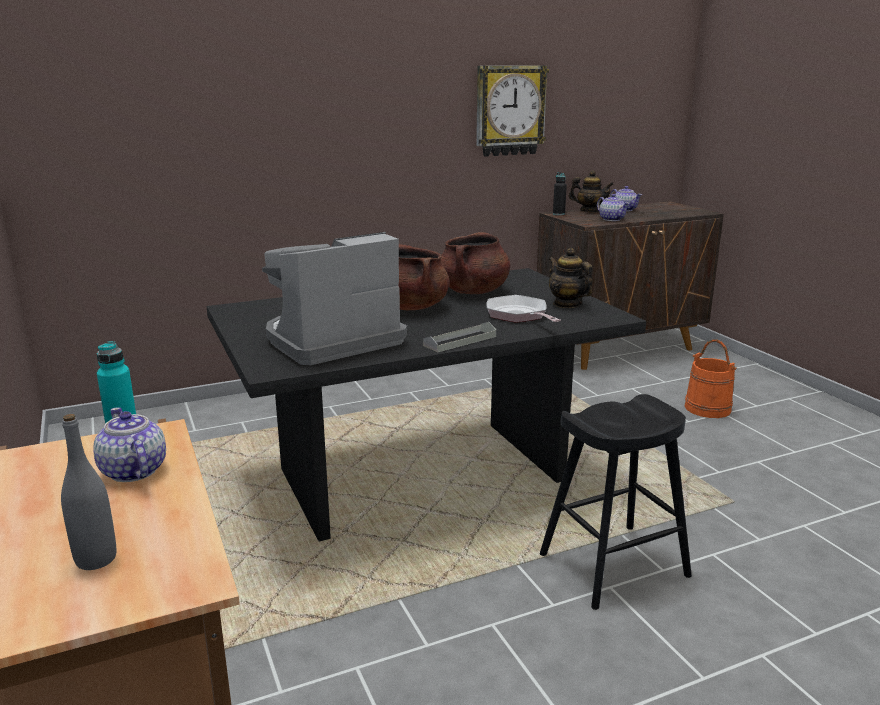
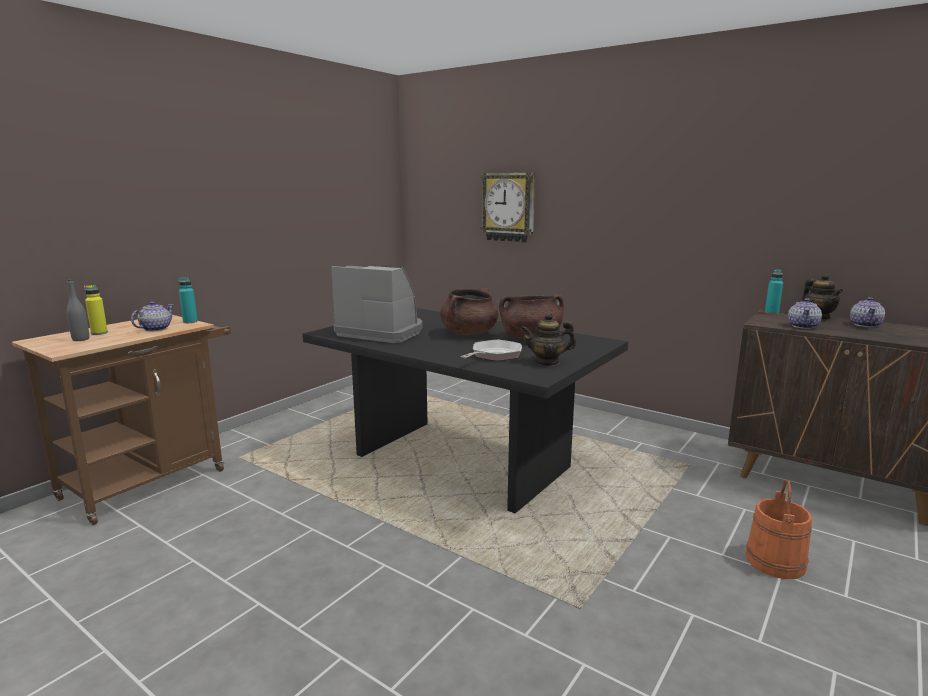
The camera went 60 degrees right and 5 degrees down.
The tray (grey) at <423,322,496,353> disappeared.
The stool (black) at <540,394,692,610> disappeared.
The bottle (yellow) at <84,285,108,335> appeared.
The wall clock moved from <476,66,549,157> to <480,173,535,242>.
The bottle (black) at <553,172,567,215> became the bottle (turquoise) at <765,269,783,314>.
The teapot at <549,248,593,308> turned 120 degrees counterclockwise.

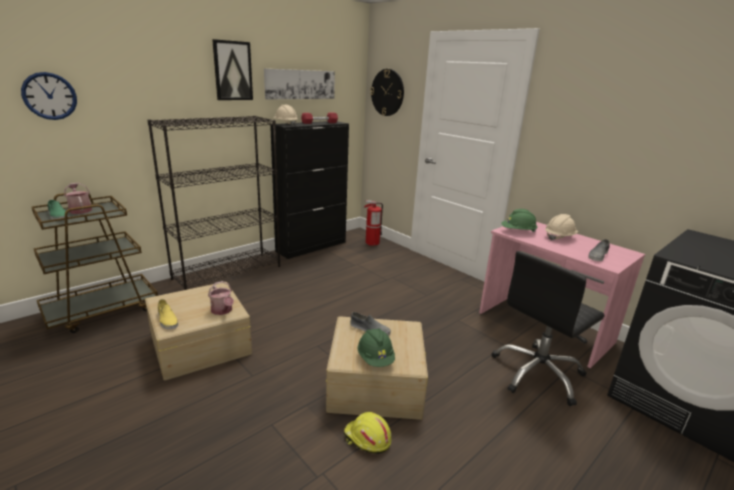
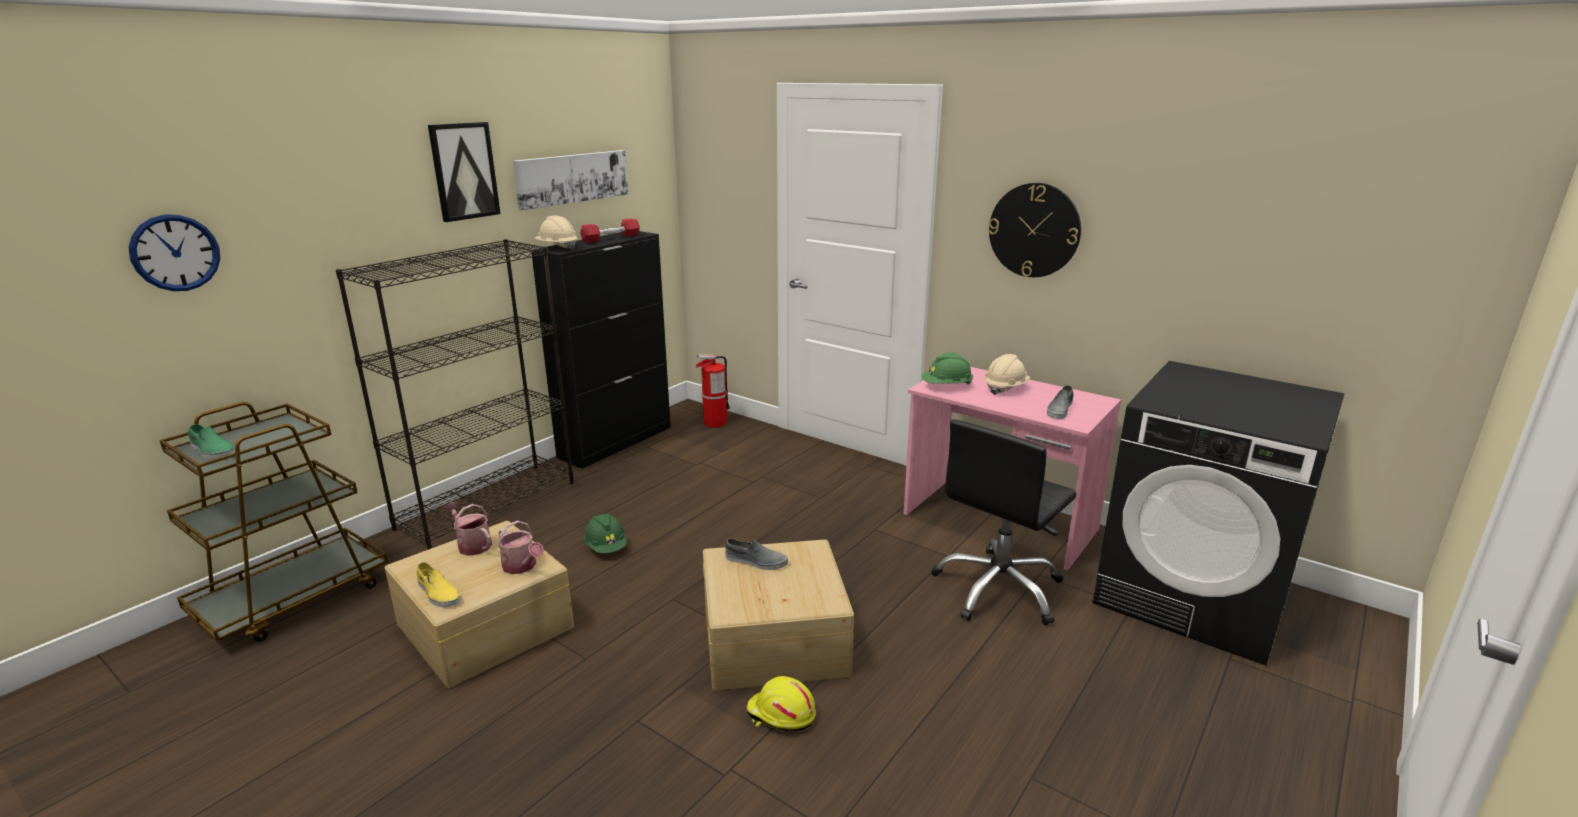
The camera went 10 degrees left and 0 degrees up.
The watering can moved from <64,183,92,214> to <443,502,492,556>.
The hard hat (green) moved from <358,328,395,367> to <584,513,626,553>.
The wall clock moved from <370,69,404,116> to <988,183,1081,277>.

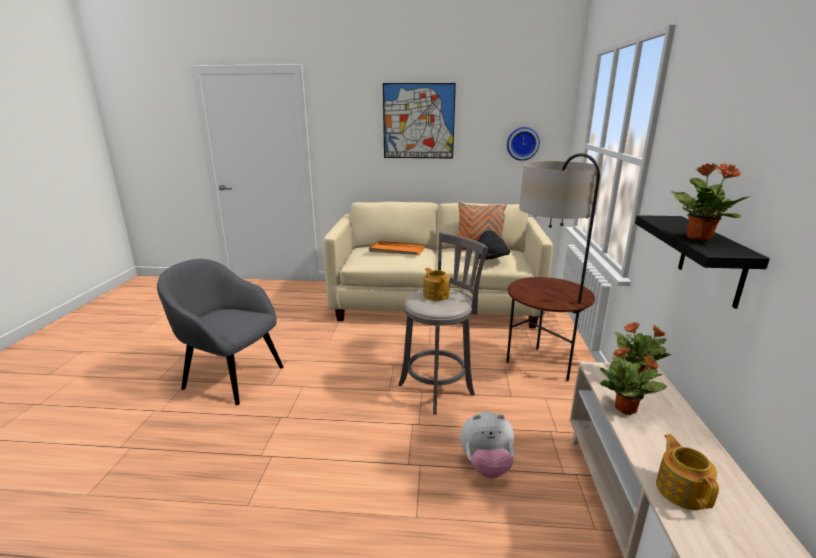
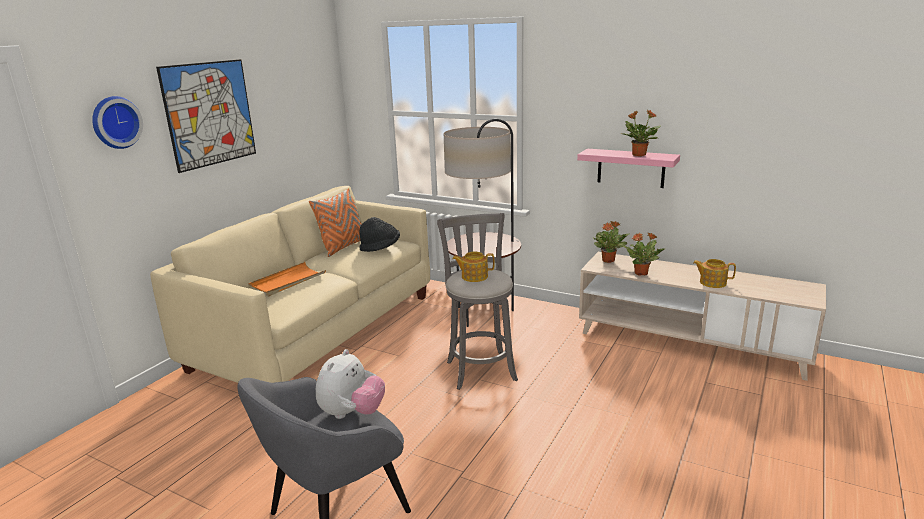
The camera went 65 degrees left and 0 degrees up.
The plush toy moved from <460,412,515,478> to <316,349,385,419>.
The wall clock moved from <507,127,540,161> to <92,96,143,149>.
The shelf (black) at <635,215,770,309> became the shelf (pink) at <577,149,680,188>.

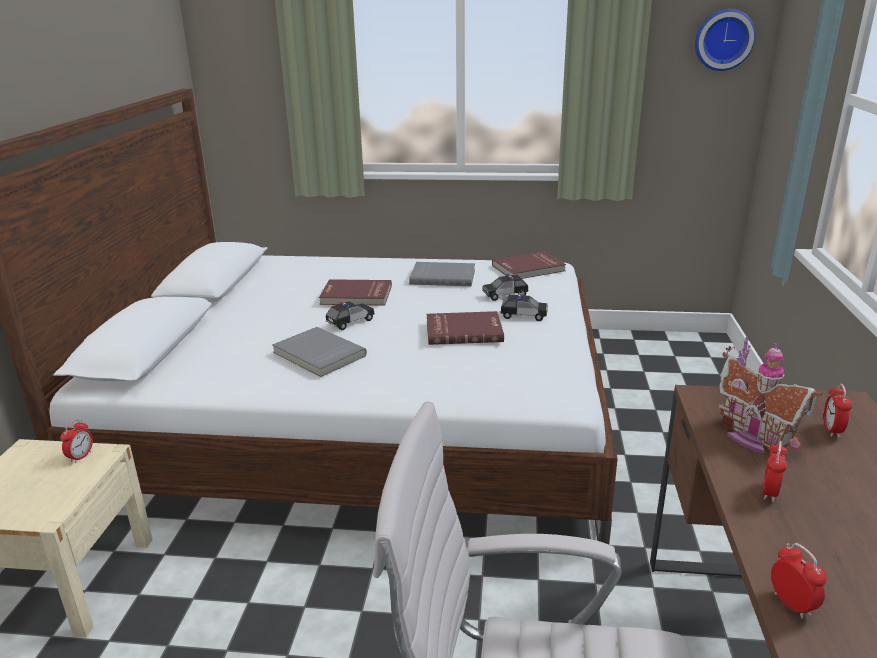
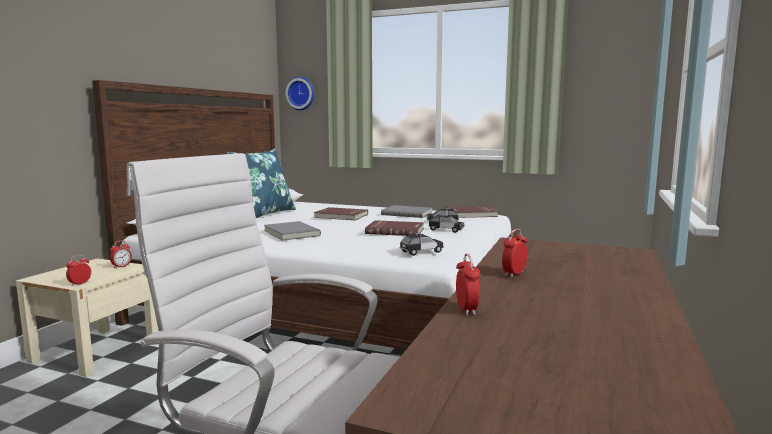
The camera went 15 degrees right and 15 degrees down.
The toy house at <718,337,822,454> disappeared.
The pillow (blue) at <227,149,296,218> appeared.
The toy car moved from <326,301,375,330> to <400,232,443,256>.
The wall clock moved from <695,9,756,71> to <286,77,315,110>.
The alarm clock moved from <824,383,852,438> to <66,255,91,286>.

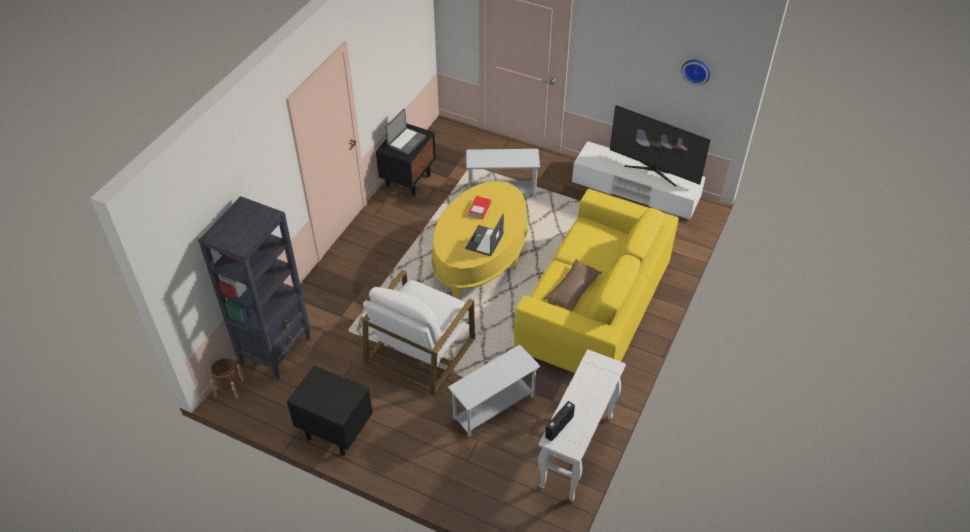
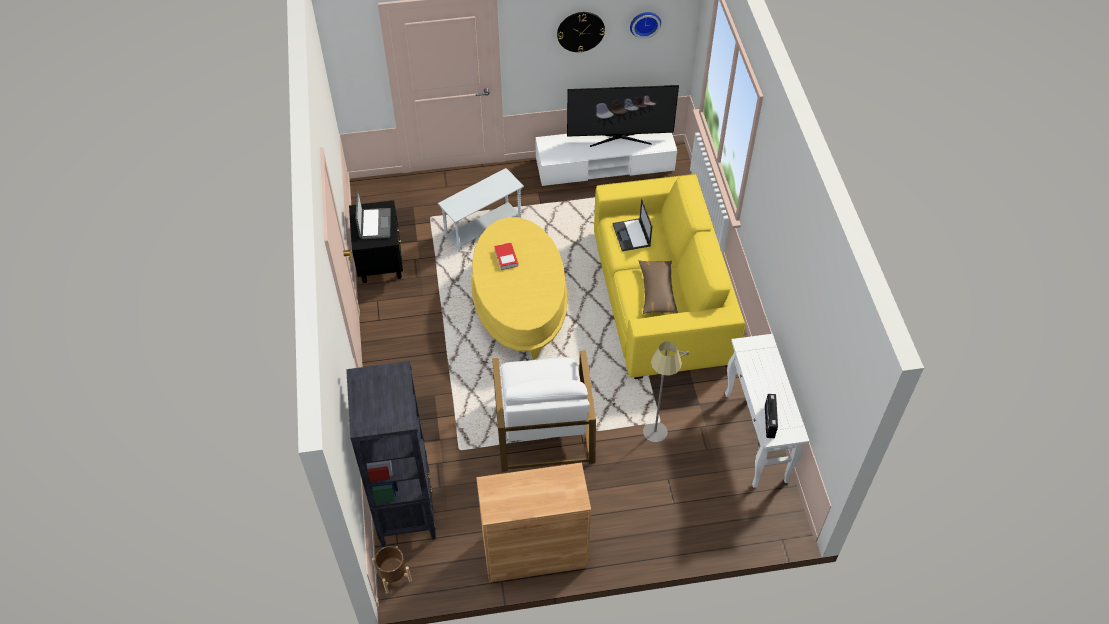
The camera went 35 degrees left and 5 degrees up.
The wall clock at <557,12,605,53> appeared.
The laptop moved from <465,213,504,256> to <612,199,652,251>.
The nightstand (black) at <287,365,373,456> was replaced by the cabinet (brown) at <476,463,591,583>.
The side table (white) at <448,345,540,437> was replaced by the floor lamp (grey) at <643,341,689,443>.

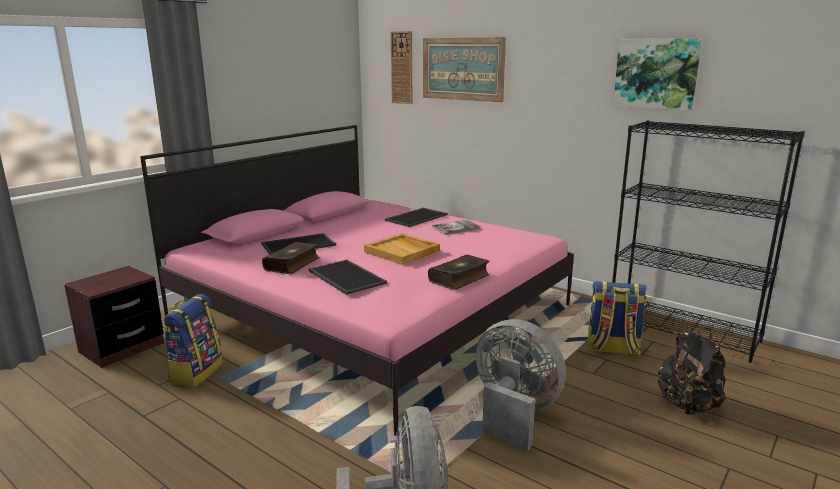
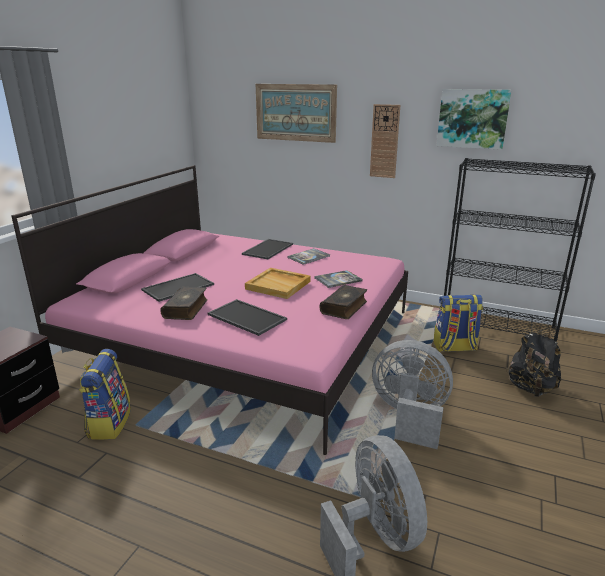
The camera went 15 degrees left and 5 degrees up.
The book at <314,270,363,288> appeared.
The wall clock moved from <391,31,413,104> to <370,104,400,178>.

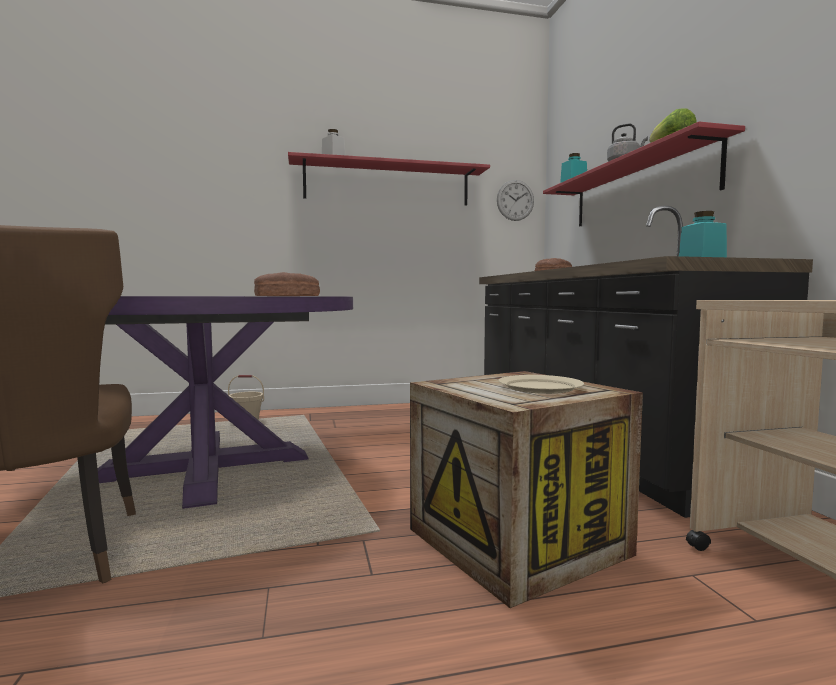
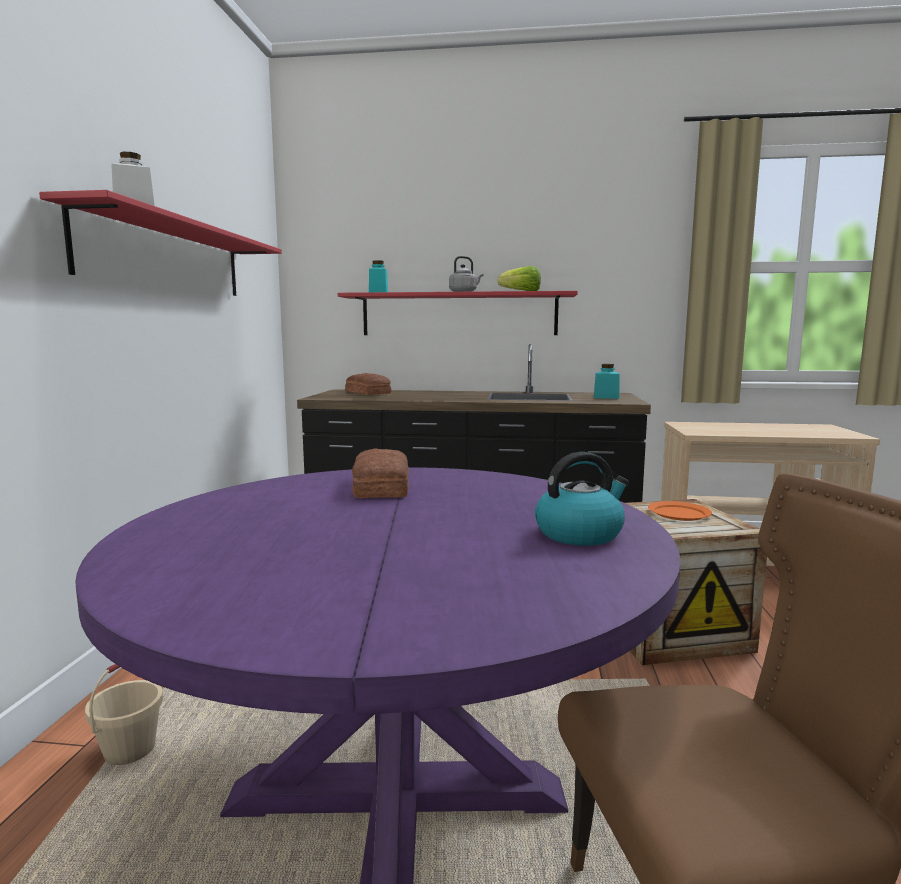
The camera went 70 degrees left and 5 degrees up.
The wall clock at <497,180,534,221> disappeared.
The kettle at <535,452,629,546> appeared.
The plate (beige) at <498,375,584,394> became the plate (orange) at <648,501,712,521>.

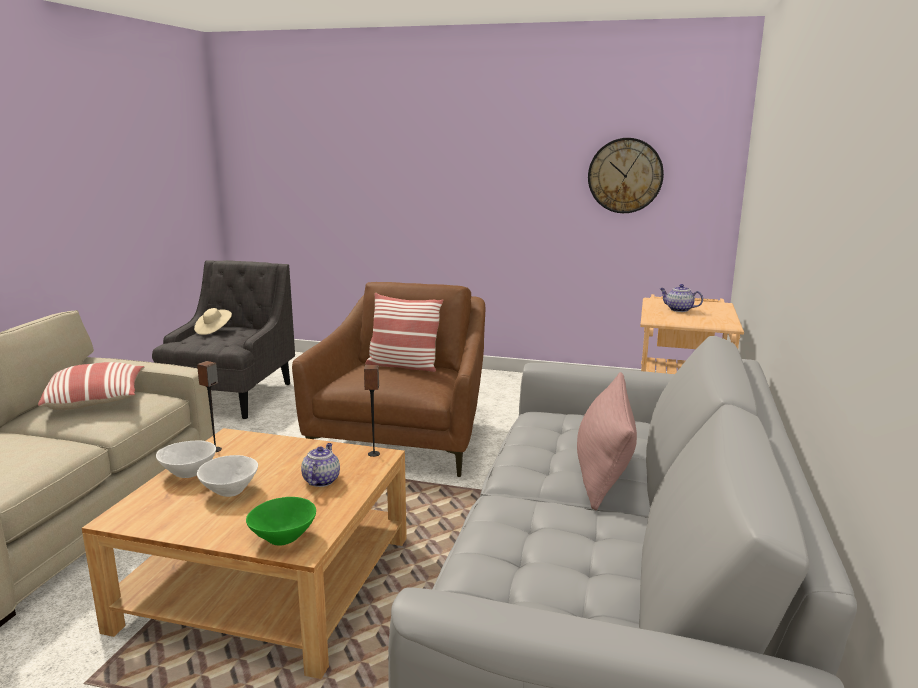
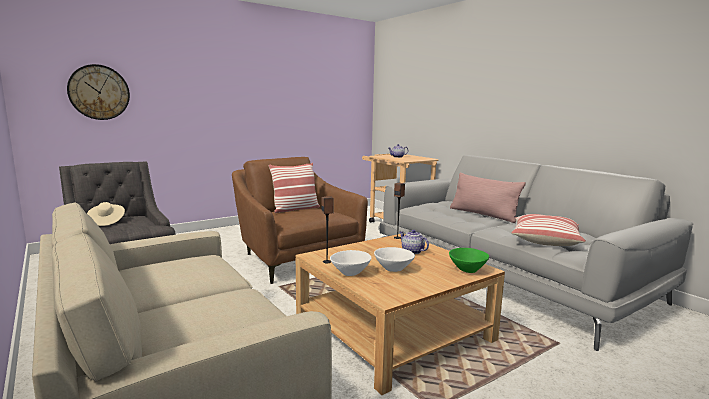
The camera went 50 degrees left and 5 degrees down.
The pillow moved from <38,362,144,410> to <511,214,586,246>.
The wall clock moved from <588,138,664,213> to <67,64,130,120>.

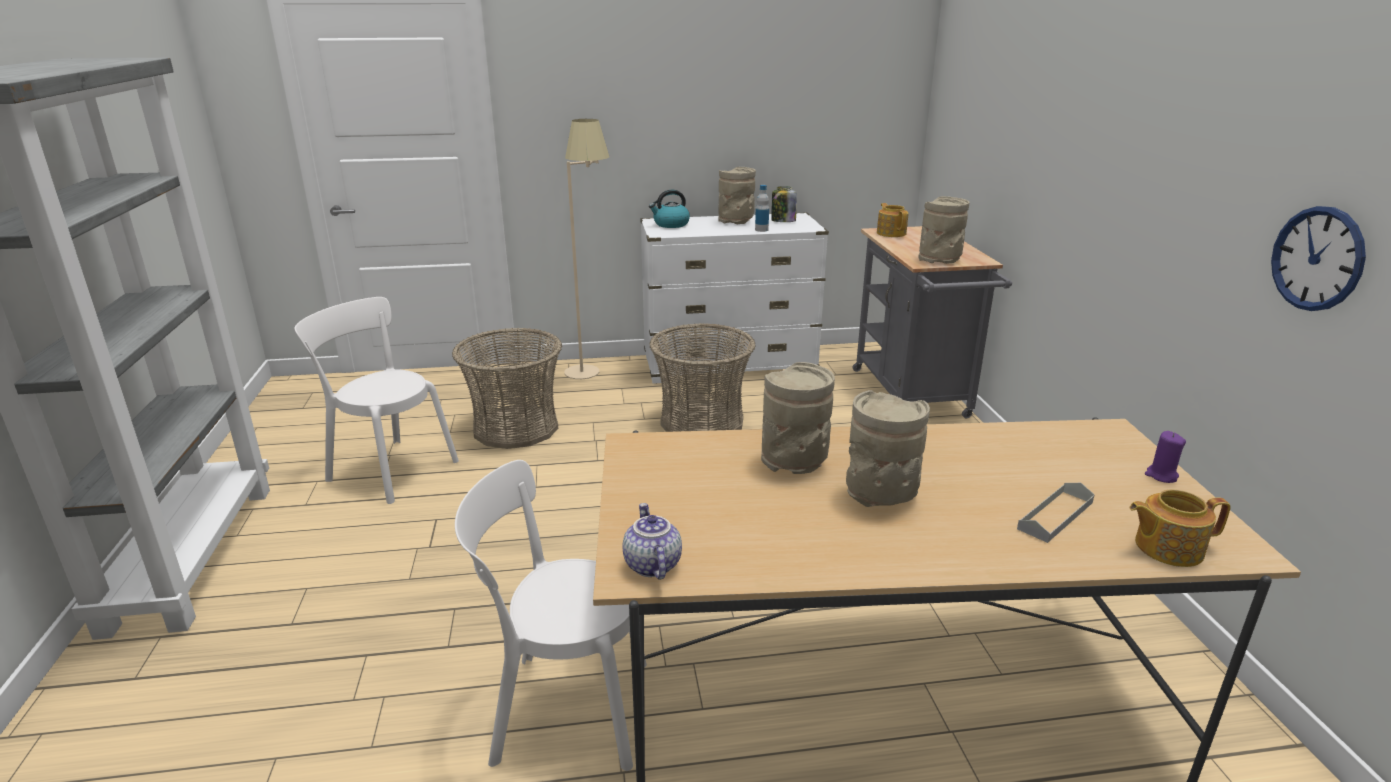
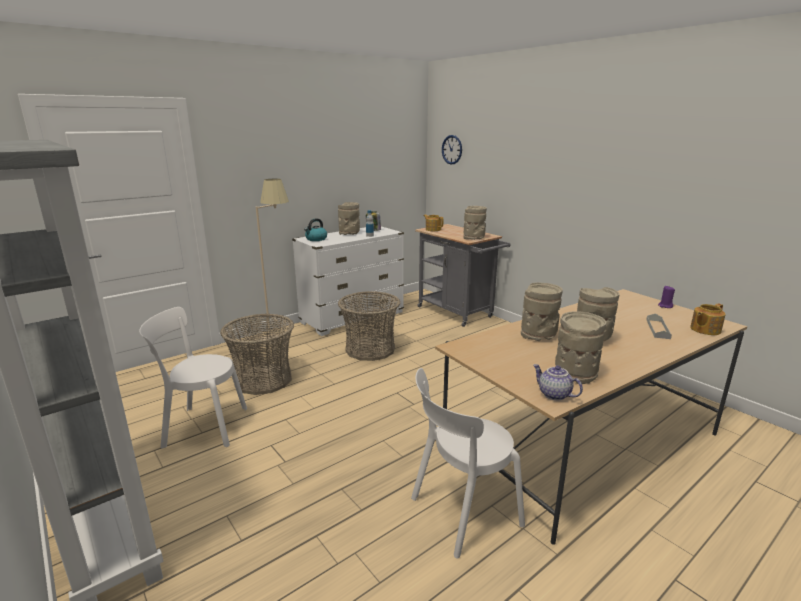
The camera went 30 degrees left and 5 degrees down.
The vase (beige) at <555,311,606,384> appeared.
The wall clock moved from <1271,206,1366,311> to <442,135,462,165>.

